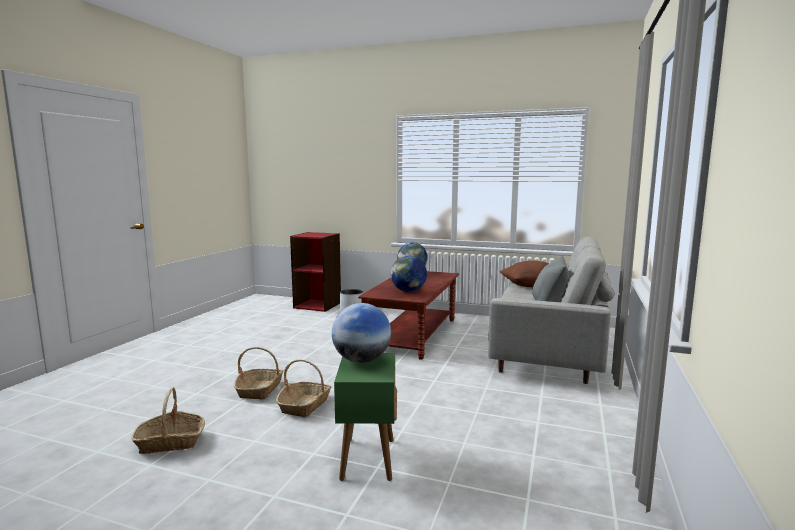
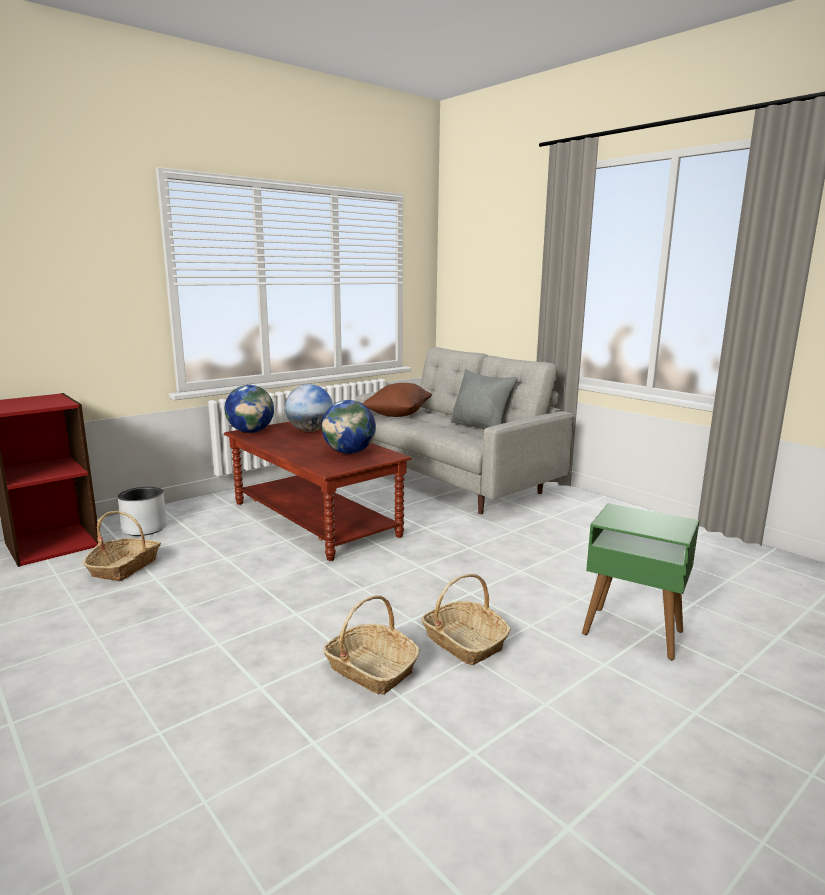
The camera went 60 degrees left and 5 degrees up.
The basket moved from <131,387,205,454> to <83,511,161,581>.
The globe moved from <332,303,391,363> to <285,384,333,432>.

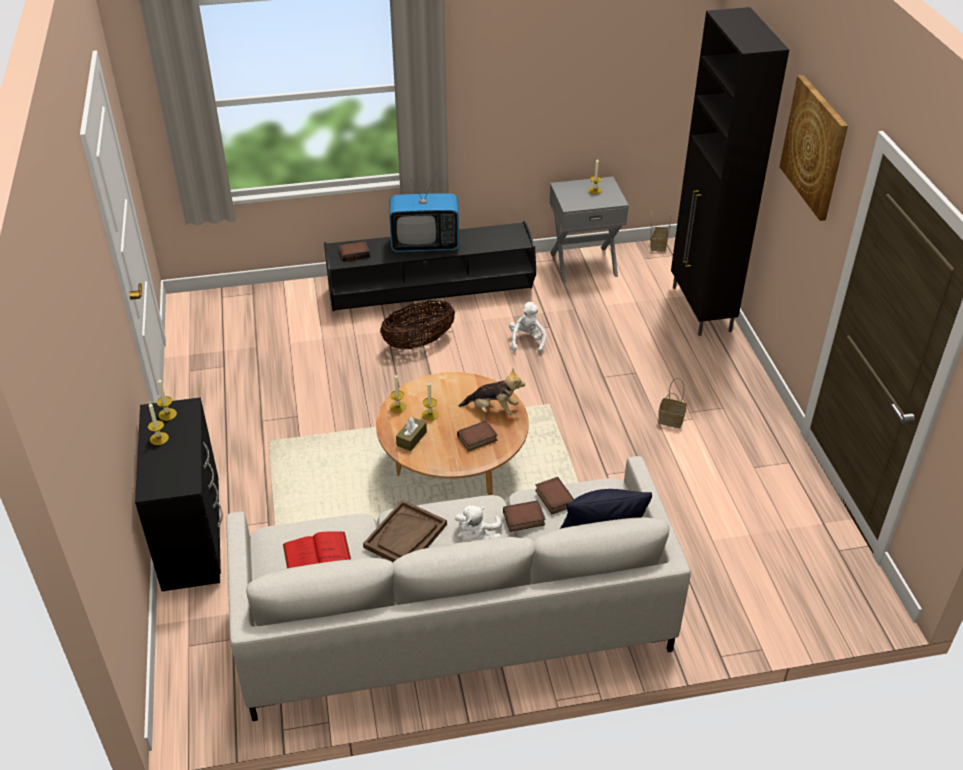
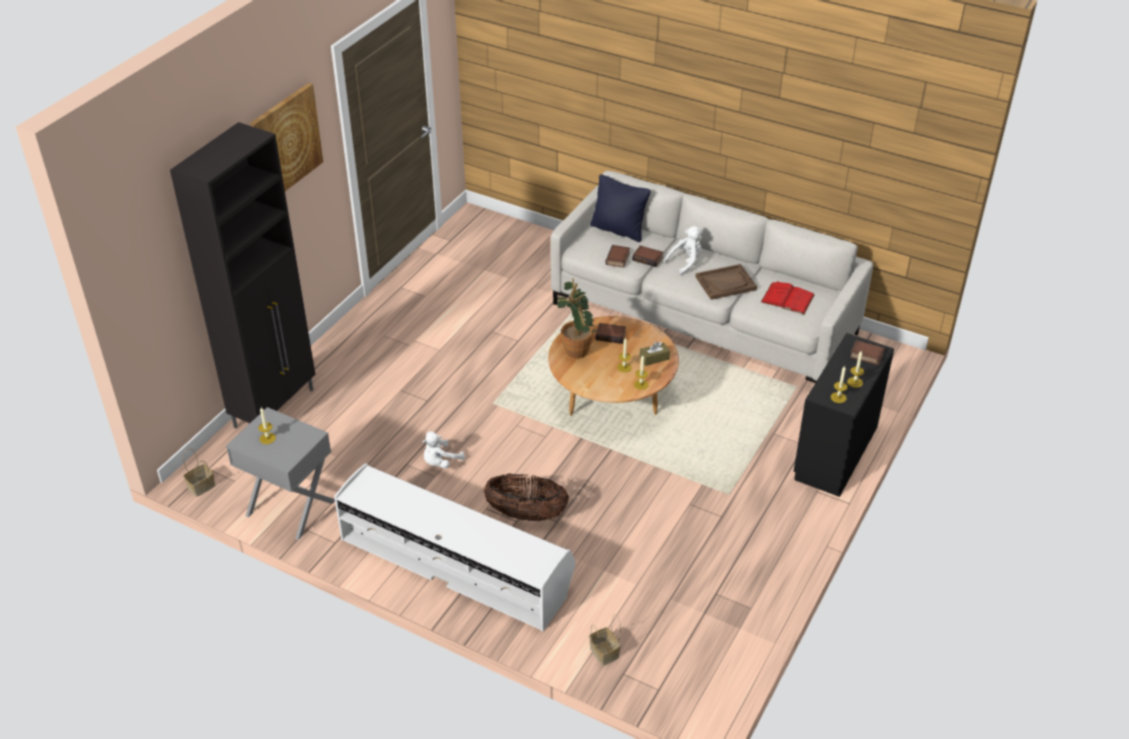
The camera went 140 degrees left and 0 degrees up.
The television at <389,171,459,252> disappeared.
The book moved from <339,241,370,261> to <850,340,885,365>.
The basket moved from <658,378,687,428> to <589,614,621,666>.
The plush toy at <458,368,525,415> was replaced by the potted plant at <557,278,598,359>.
The tv stand (black) at <324,221,536,311> became the tv stand (white) at <334,463,575,631>.

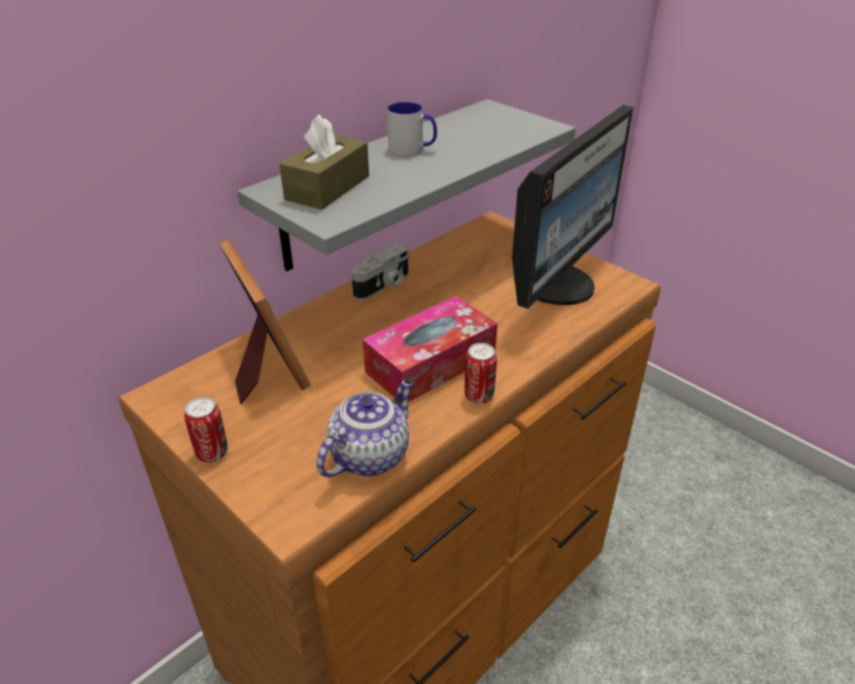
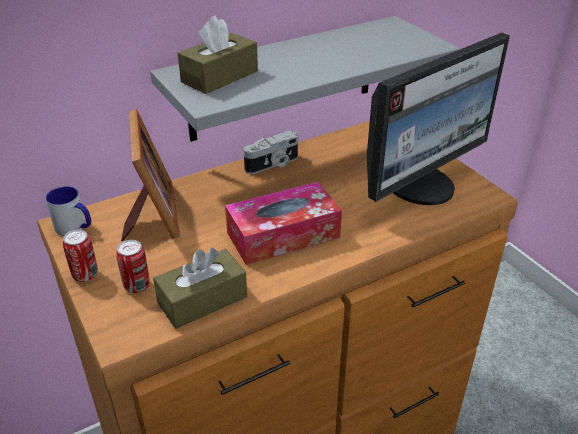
The camera went 15 degrees right and 0 degrees up.
The mug moved from <387,102,437,156> to <46,186,91,235>.
The can moved from <465,343,497,403> to <116,240,150,293>.
The teapot at <316,379,414,477> was replaced by the tissue box (brown) at <153,248,247,329>.

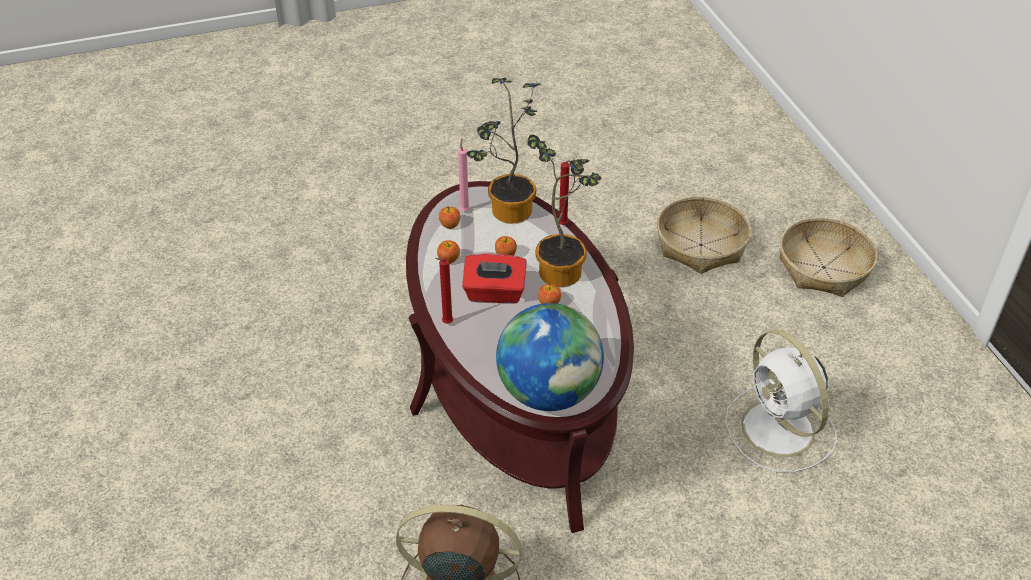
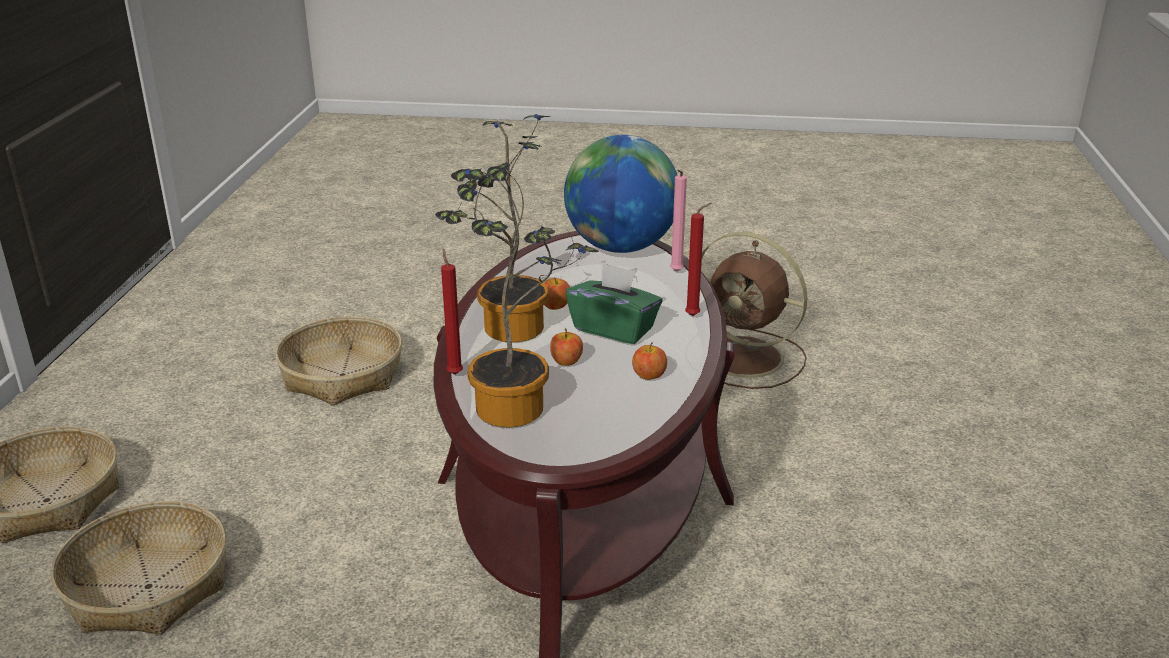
The camera went 155 degrees left and 15 degrees down.
The apple at <439,206,460,229> disappeared.
The candle (pink) moved from <458,139,470,211> to <670,170,687,272>.
The fan (white) at <725,330,837,473> was replaced by the basket at <275,317,402,406>.
The tissue box (red) at <462,254,527,304> became the tissue box (green) at <566,263,662,344>.

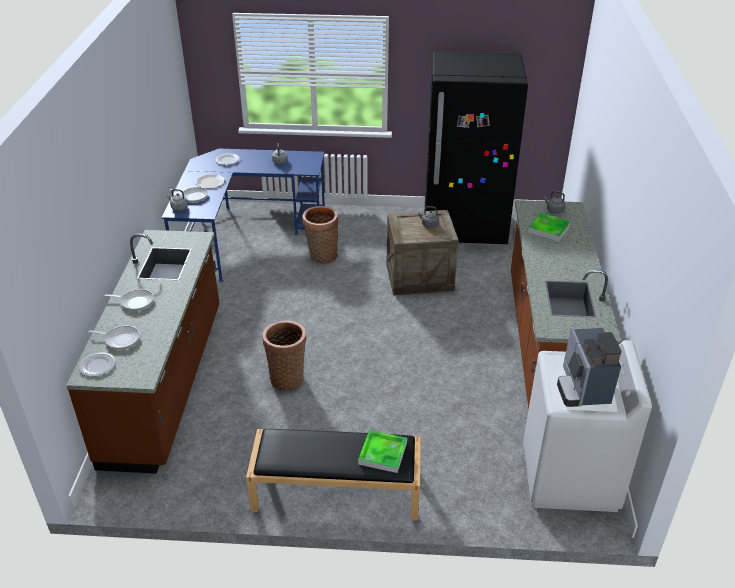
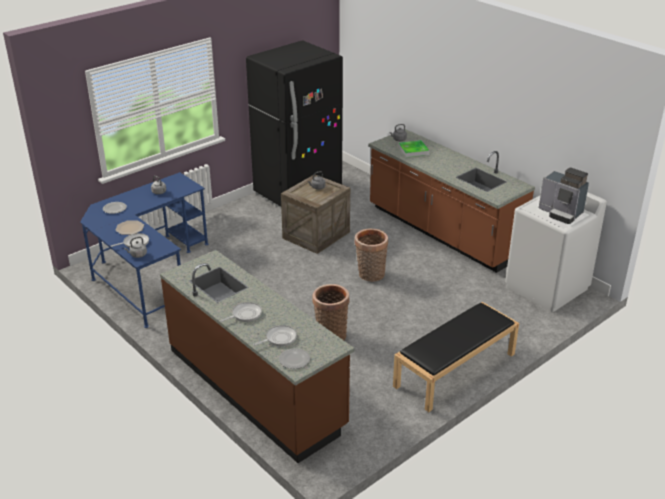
The camera went 45 degrees left and 5 degrees down.
The tray at <358,430,407,473> disappeared.
The basket moved from <302,206,339,264> to <355,228,388,282>.

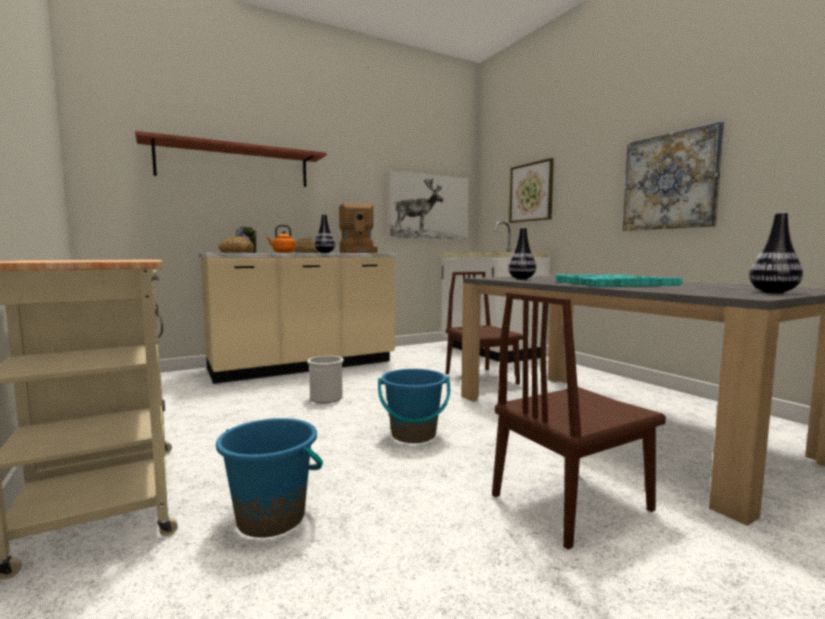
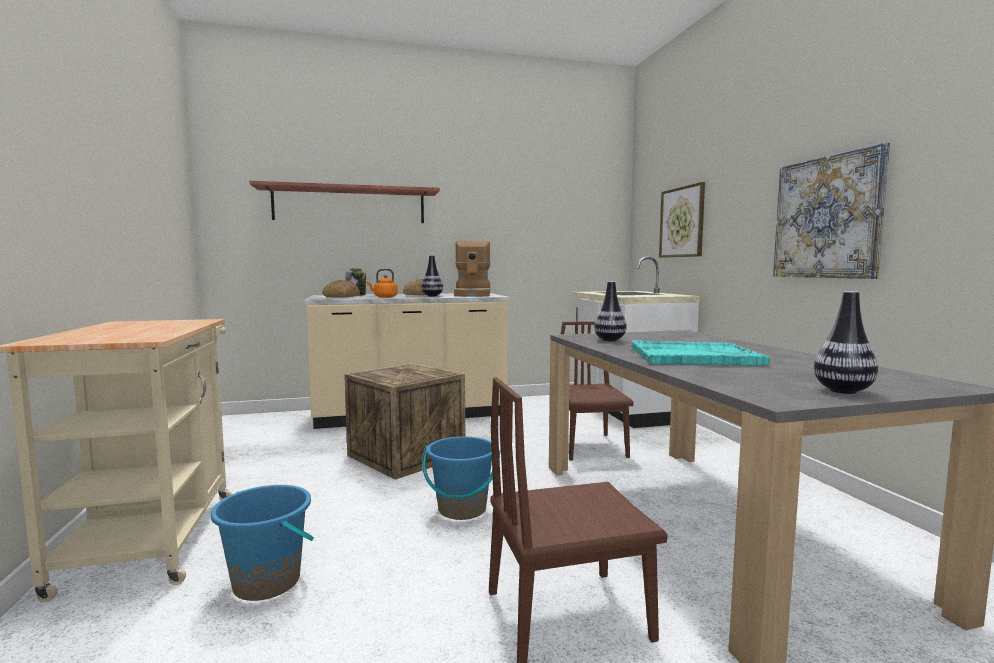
The camera went 15 degrees right and 0 degrees up.
The picture at <388,170,469,239> disappeared.
The bucket at <307,356,344,403> was replaced by the crate at <344,363,465,480>.

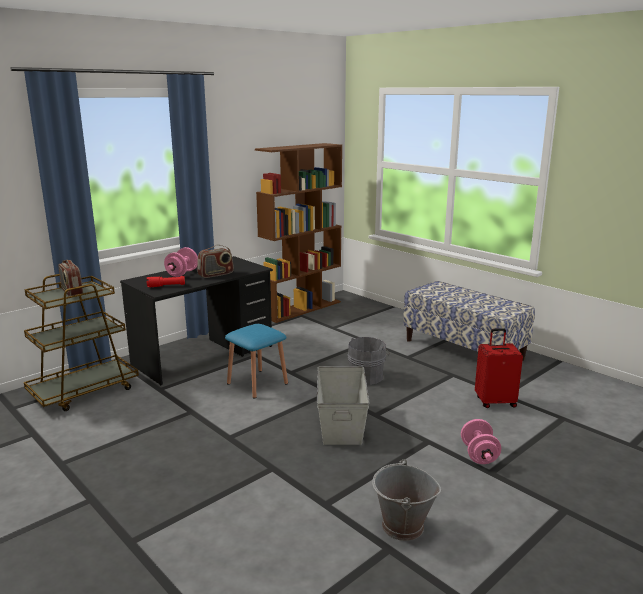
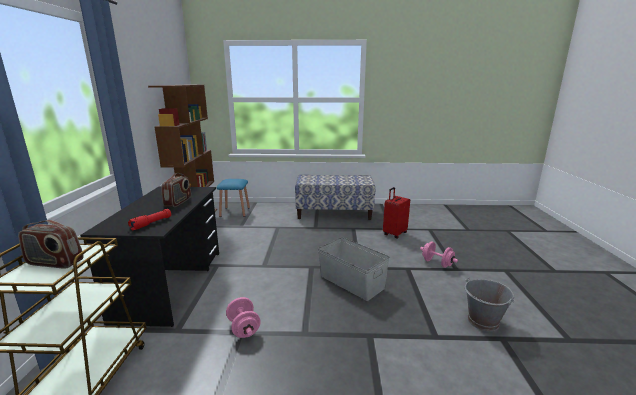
The camera went 45 degrees left and 0 degrees up.
The bucket (grey) at <348,337,390,385> disappeared.
The dumbbell (pink) moved from <164,247,198,277> to <226,297,261,338>.
The stool (blue) moved from <225,324,288,399> to <217,179,250,217>.

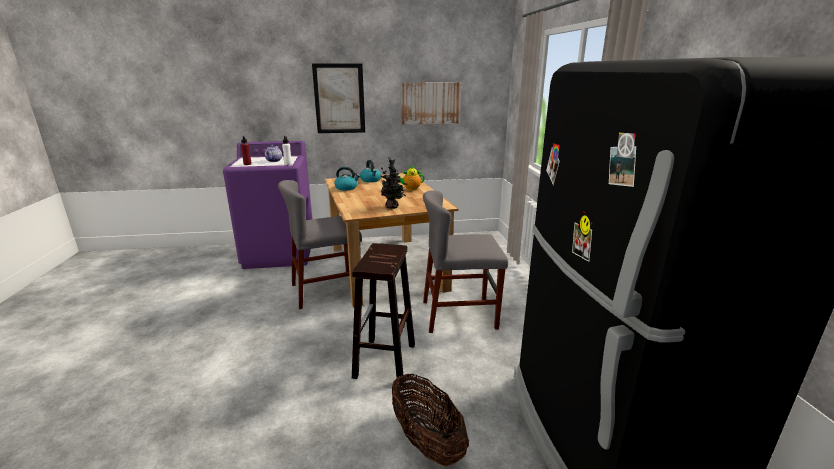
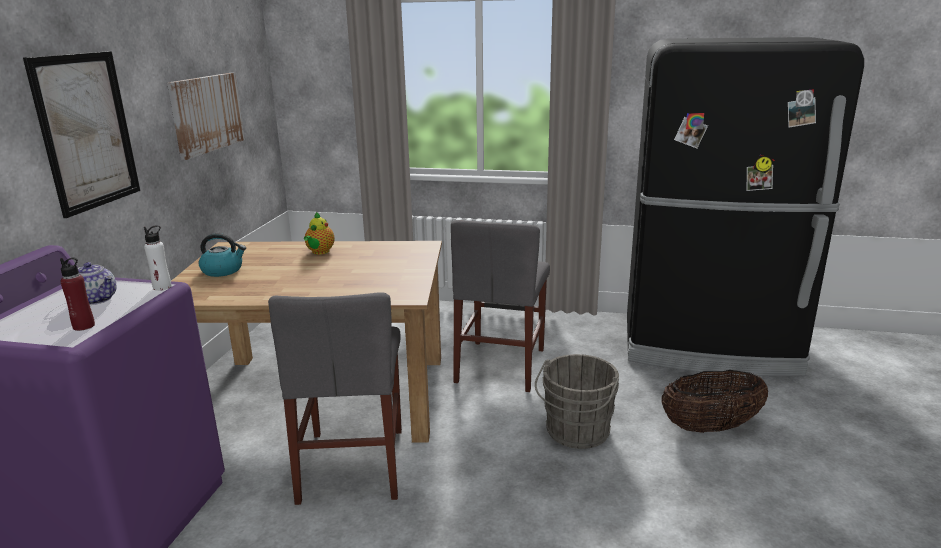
The camera went 70 degrees left and 0 degrees up.
The kettle at <334,167,360,191> disappeared.
The potted plant at <377,157,408,209> disappeared.
The stool (brown) at <352,243,415,379> was replaced by the bucket (grey) at <535,354,619,449>.

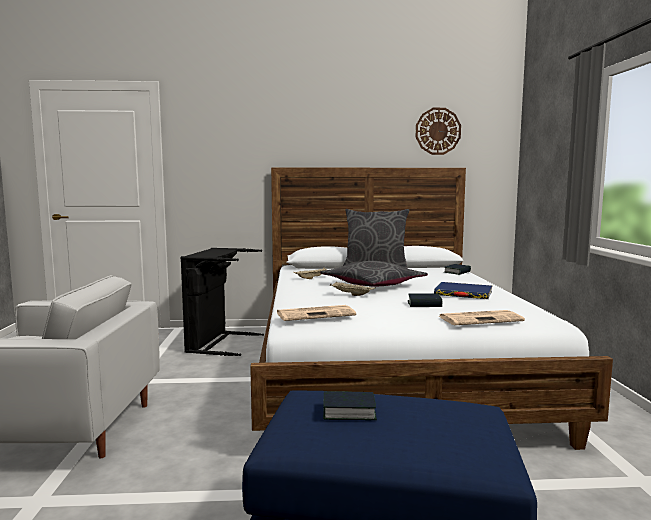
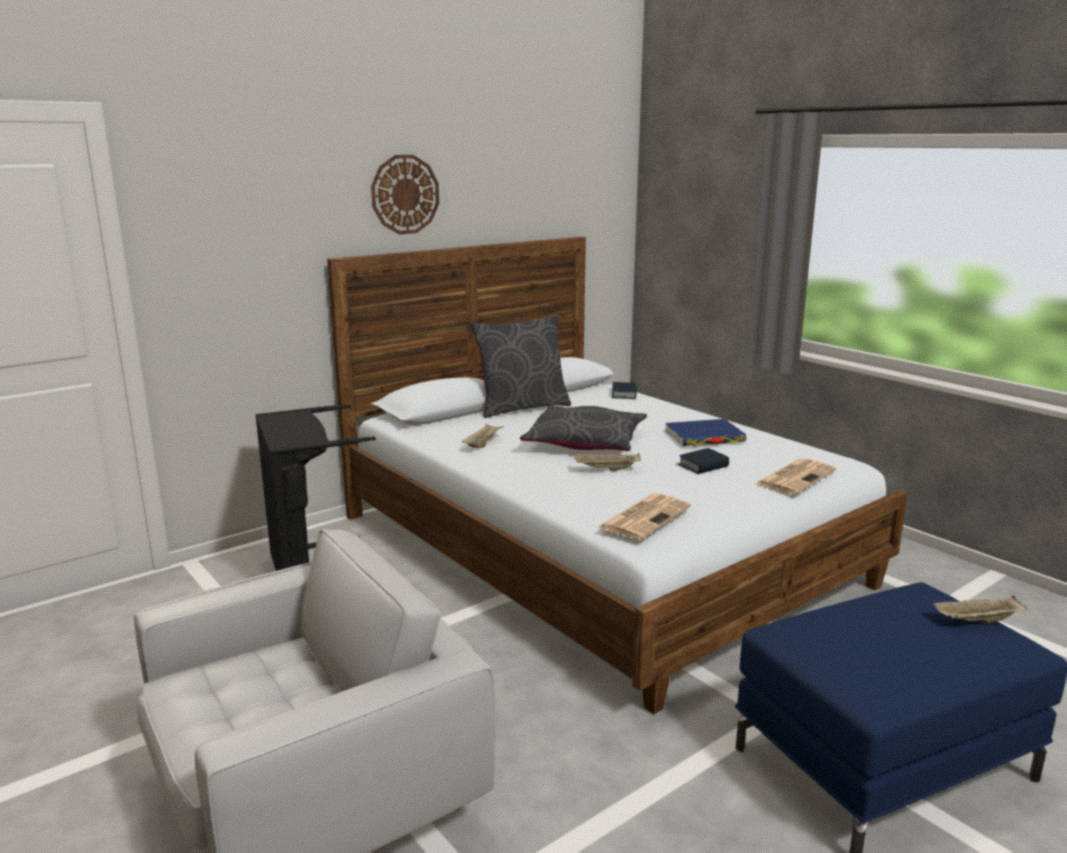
The camera went 35 degrees left and 10 degrees up.
The book at <323,391,377,420> disappeared.
The tray (beige) at <933,596,1027,624> appeared.
The wall clock moved from <416,108,461,155> to <371,155,439,234>.

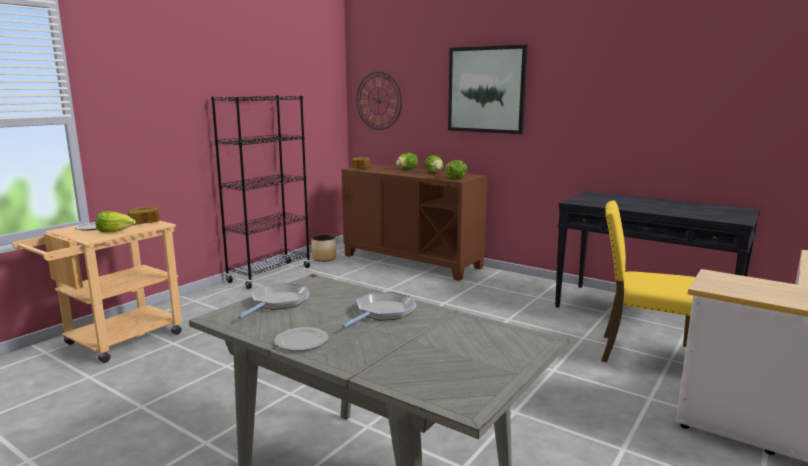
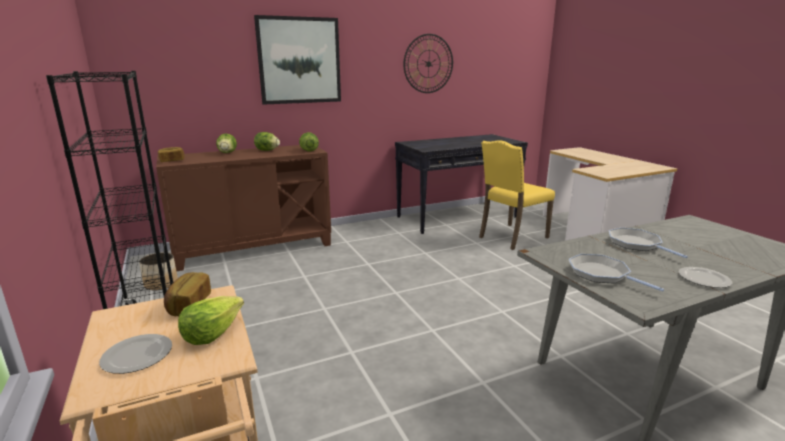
The camera went 60 degrees left and 5 degrees up.
The wall clock moved from <356,71,402,130> to <403,34,453,93>.

